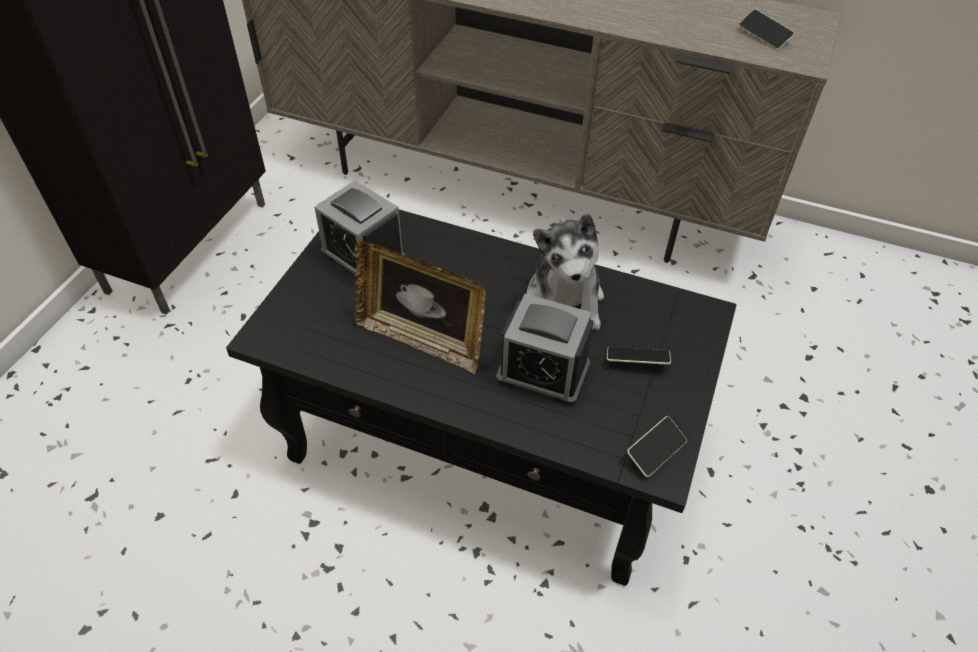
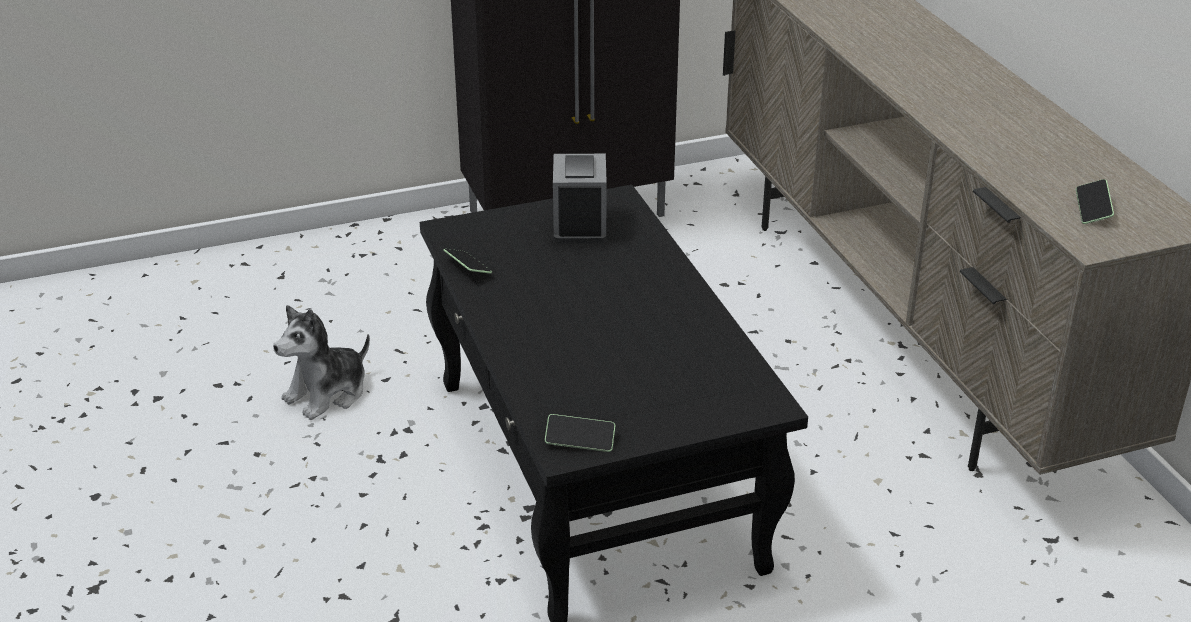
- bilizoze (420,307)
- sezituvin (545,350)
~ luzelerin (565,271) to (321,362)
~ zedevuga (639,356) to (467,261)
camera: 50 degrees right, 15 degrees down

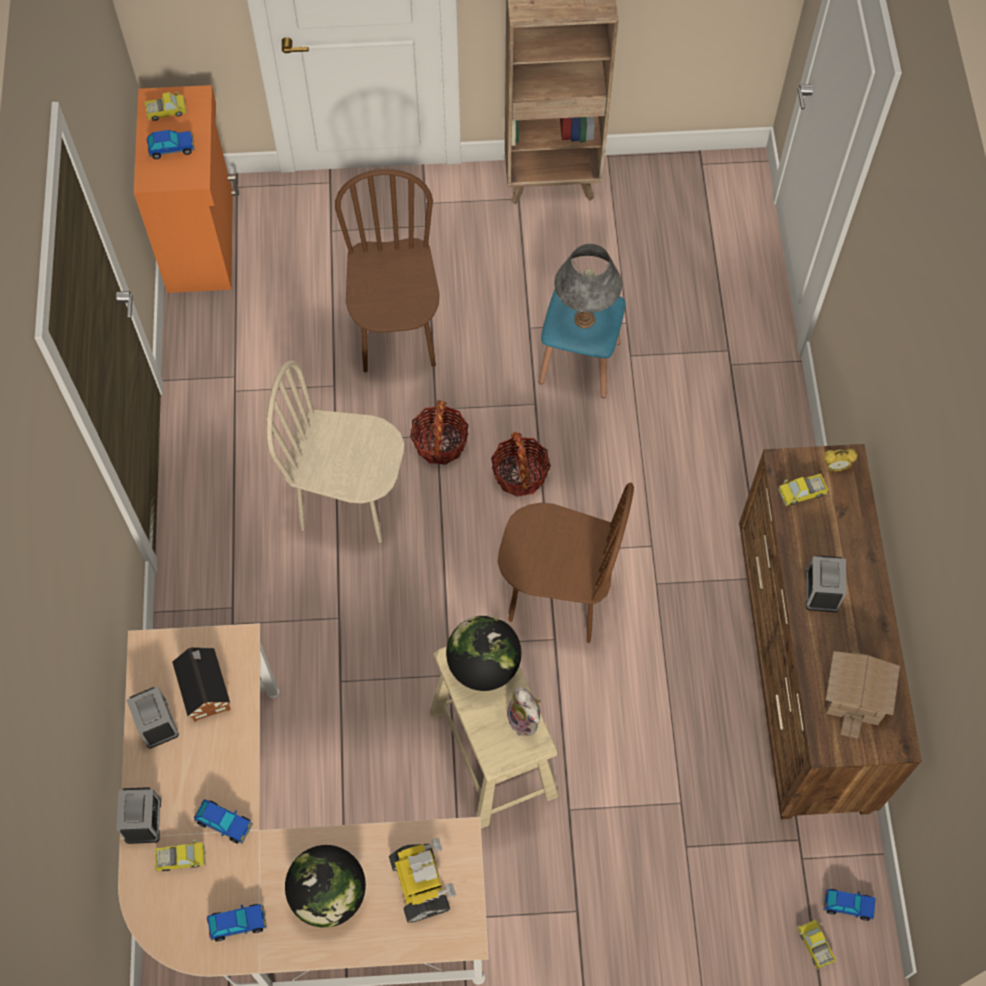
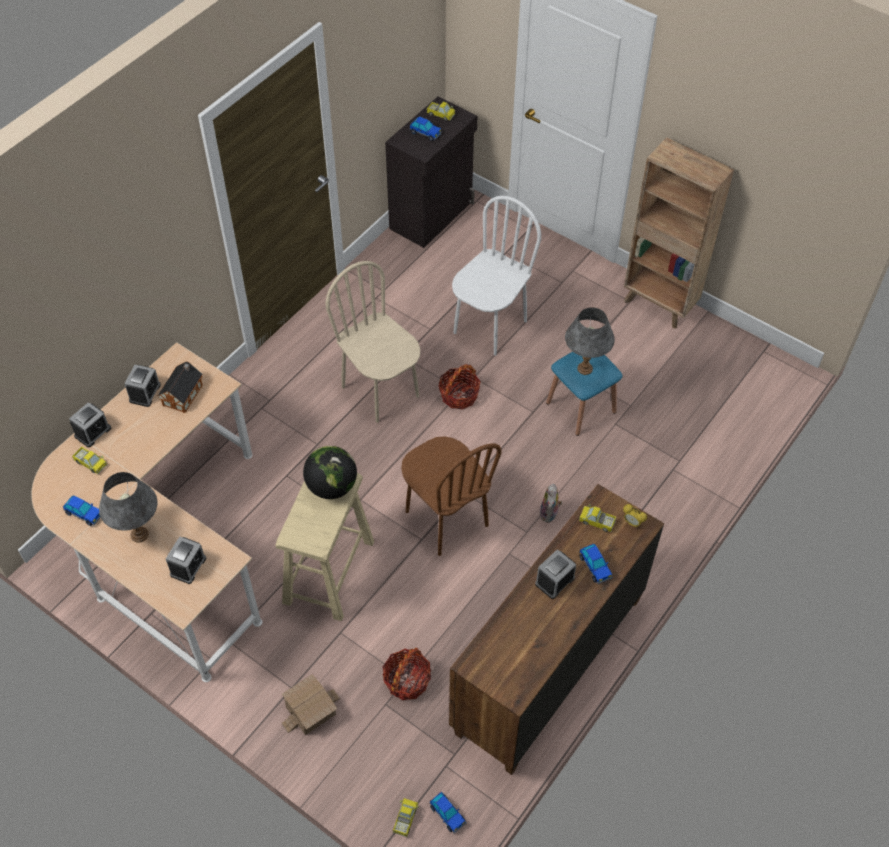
~ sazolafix (223,821) to (596,564)
~ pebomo (521,464) to (407,674)
~ luzelerin (522,711) to (551,503)
~ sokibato (863,695) to (311,704)
~ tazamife (325,886) to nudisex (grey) (128,507)
~ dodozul (422,880) to sezituvin (186,560)
~ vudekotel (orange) (186,189) to vudekotel (black) (431,172)
~ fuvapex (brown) (387,271) to fuvapex (white) (496,276)
camera: 40 degrees right, 10 degrees down

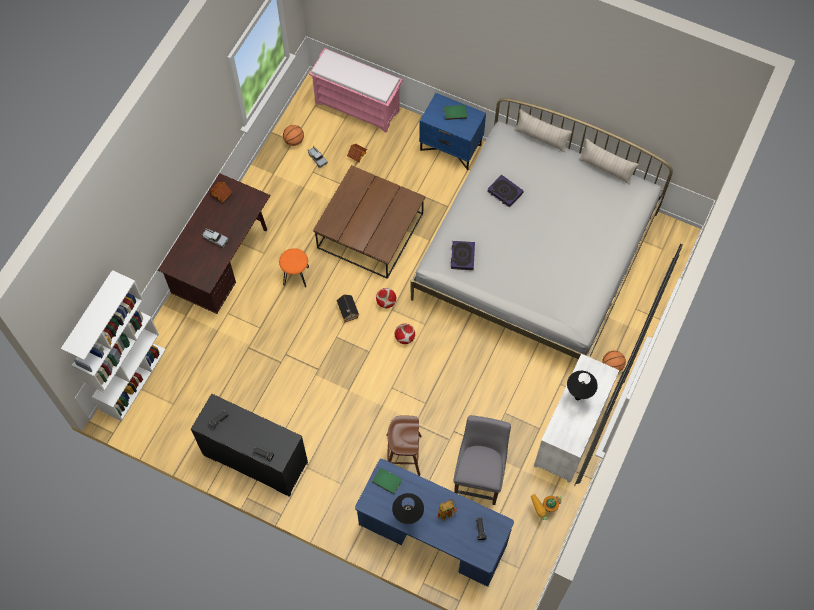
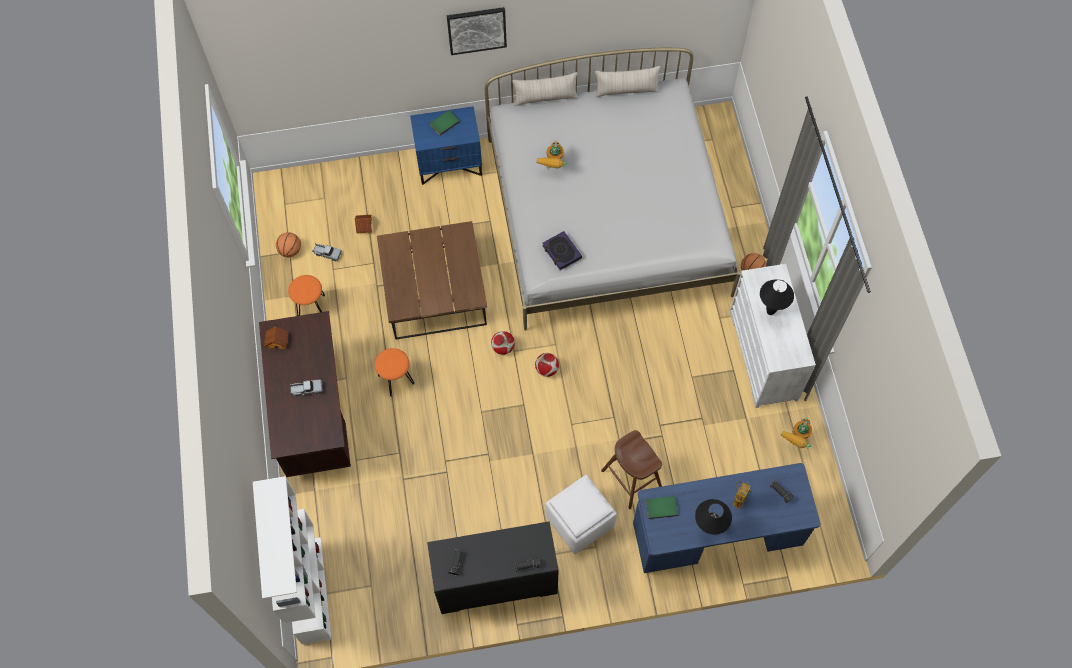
- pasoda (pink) (356,90)
- sokibato (347,308)
- fuvapex (grey) (482,460)
+ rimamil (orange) (306,295)
+ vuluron (477,31)
+ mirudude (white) (581,514)
~ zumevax (506,191) to dodozul (552,155)
camera: 35 degrees left, 0 degrees up

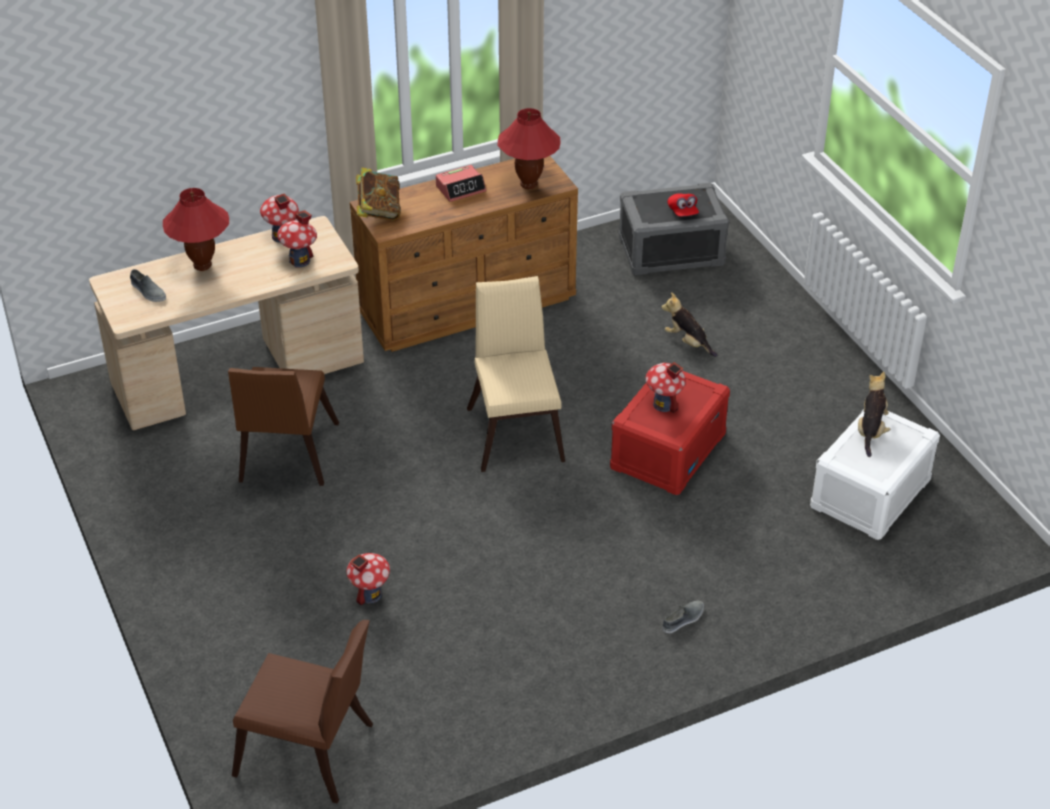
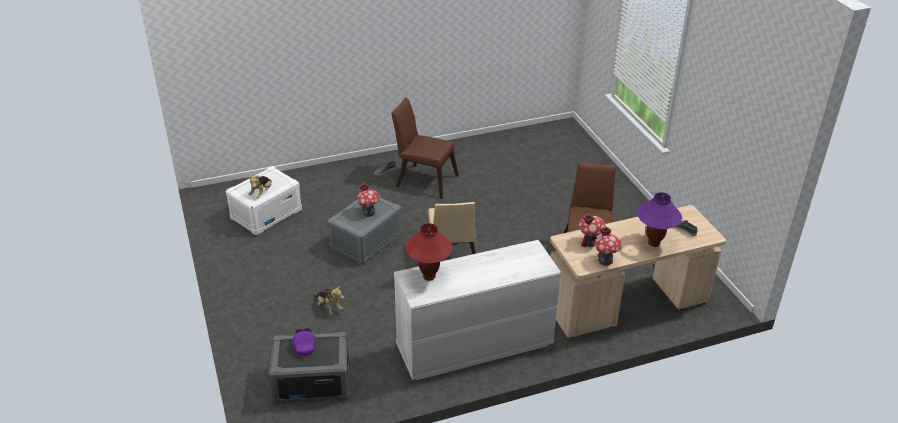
- sokibato (368,579)
- zumevax (378,194)
- sezituvin (461,183)
~ fuvapex (brown) (302,711) to (425,148)
~ nudisex (red) (196,229) to nudisex (purple) (660,219)
~ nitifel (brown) (464,254) to nitifel (white) (477,310)
~ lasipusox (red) (670,428) to lasipusox (grey) (365,231)
~ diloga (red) (683,205) to diloga (purple) (304,341)
camera: 175 degrees left, 5 degrees down

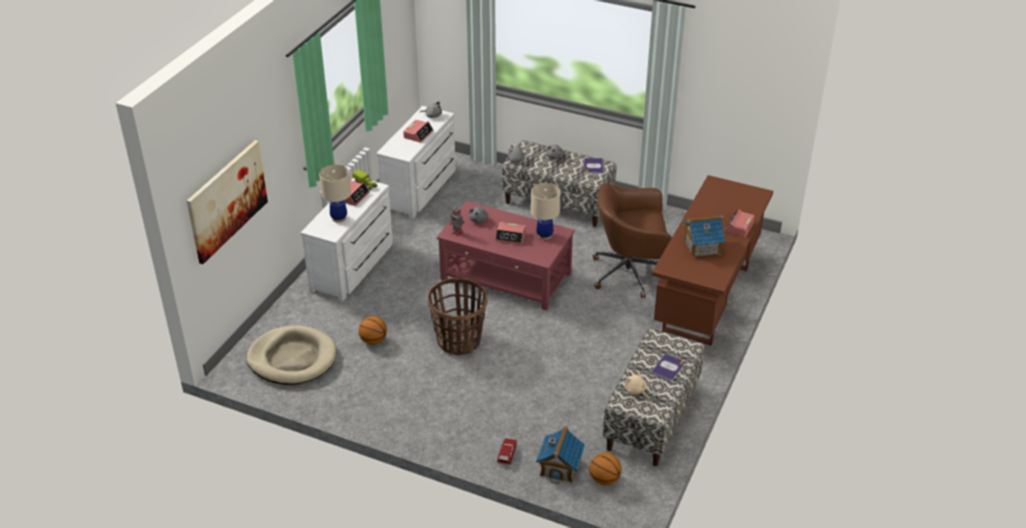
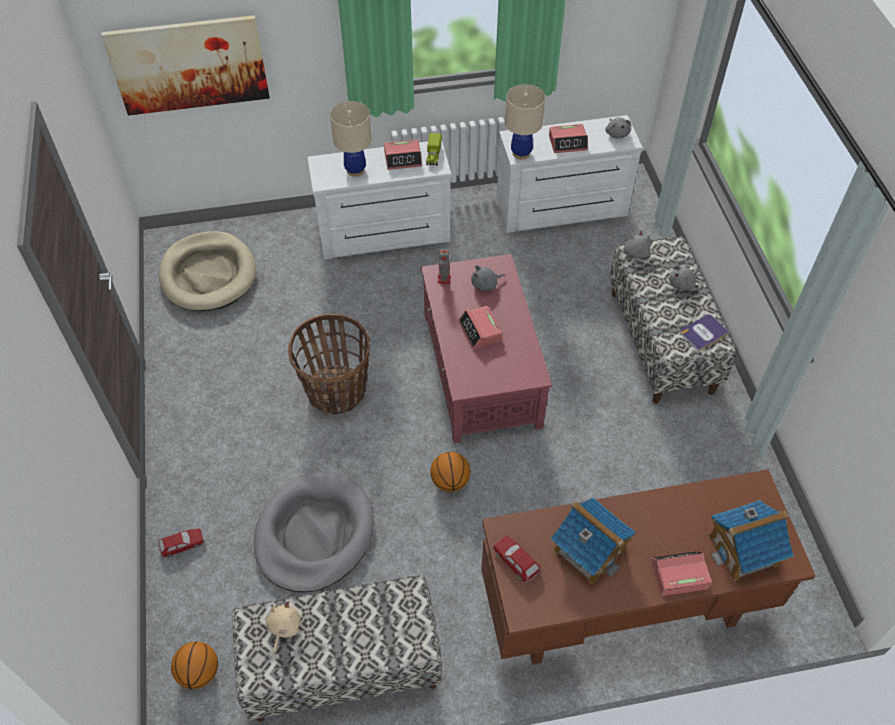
- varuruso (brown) (632,240)
- zumevax (668,367)
+ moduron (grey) (314,532)
+ sazolafix (517,559)
~ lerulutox (372,330) to (450,472)
~ nudisex (beige) (545,211) to (525,121)
~ sokibato (560,455) to (751,540)
camera: 55 degrees right, 15 degrees up

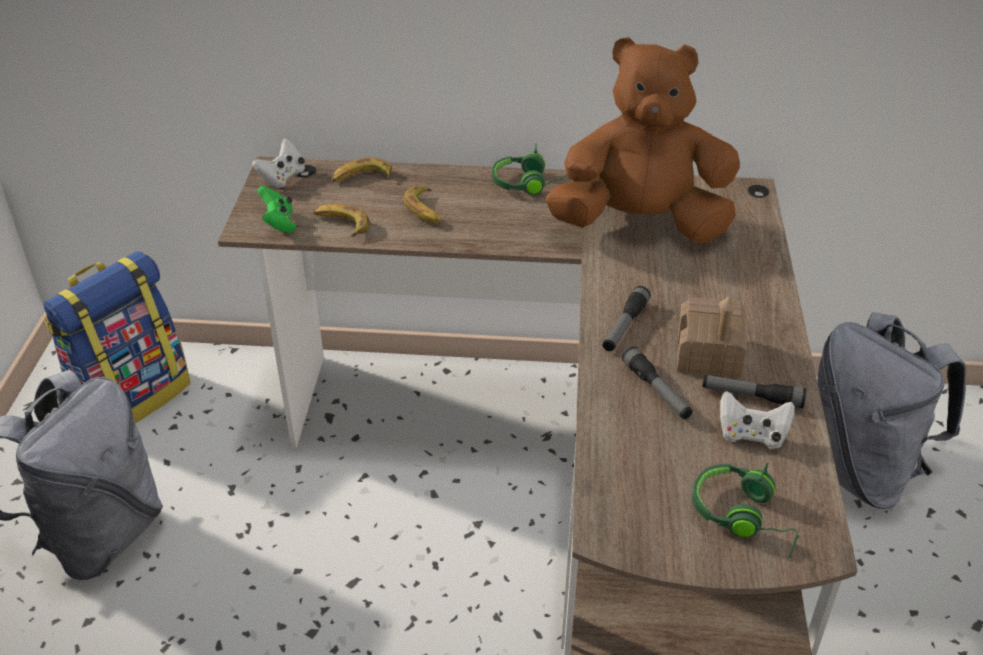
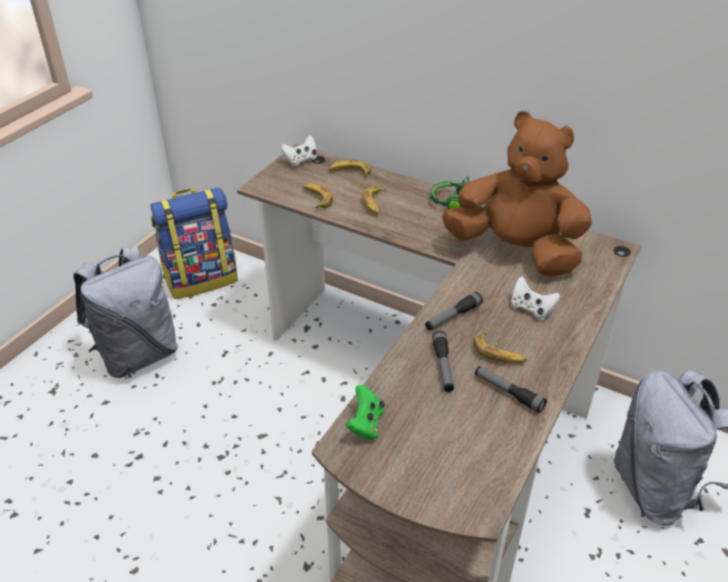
- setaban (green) (746,510)
~ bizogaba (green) (276,209) to (365,412)
~ bizogaba (white) (757,420) to (536,298)
~ sokibato (712,337) to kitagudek (500,348)
camera: 25 degrees right, 0 degrees up

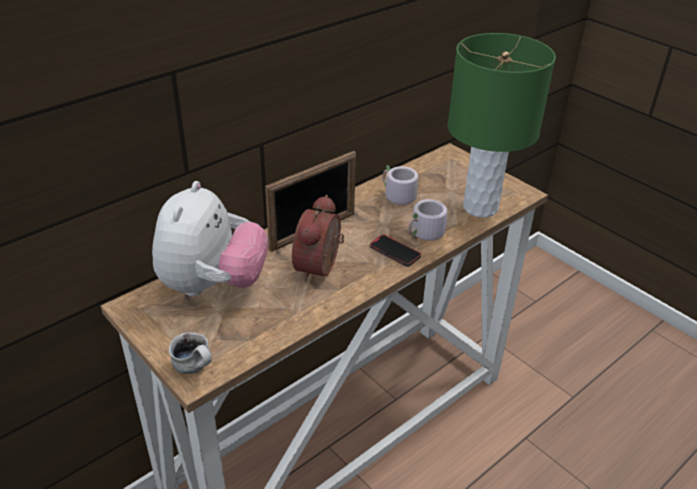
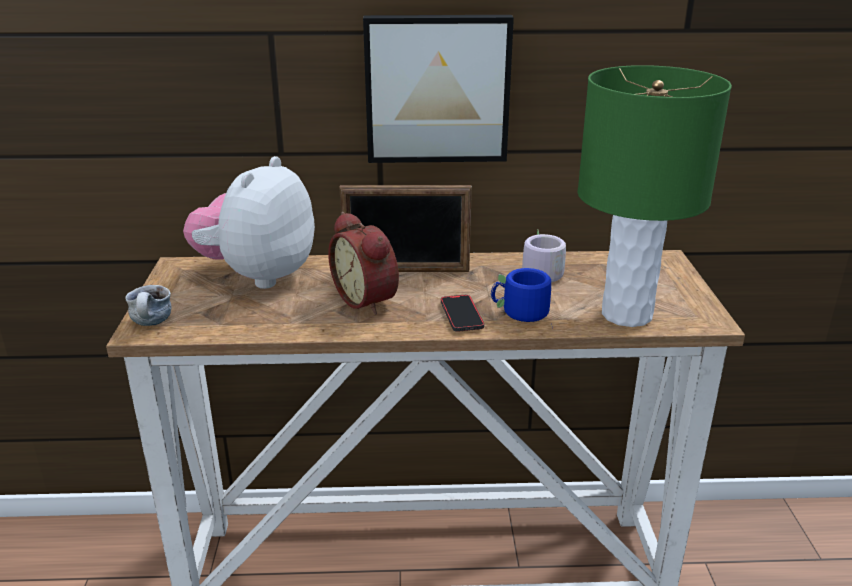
+ vuluron (438,89)
~ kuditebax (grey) (431,220) to kuditebax (blue) (521,295)
~ luzelerin (210,238) = (249,222) 150 degrees clockwise
~ sezituvin (318,238) = (363,263) 90 degrees counterclockwise
camera: 40 degrees right, 10 degrees down

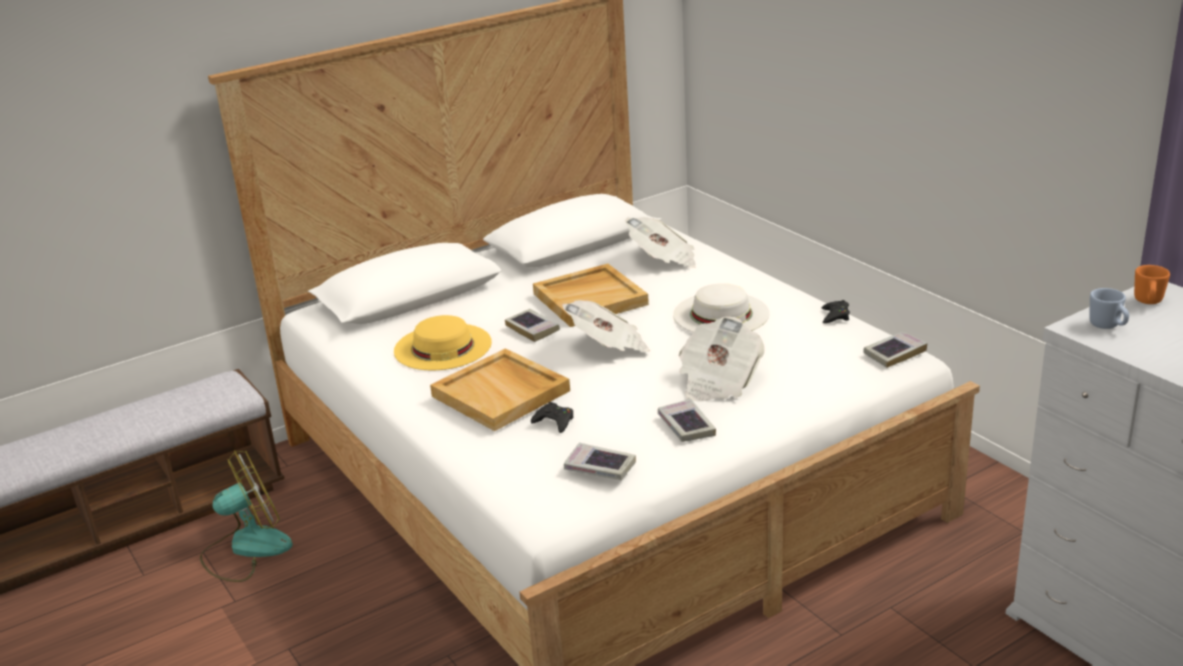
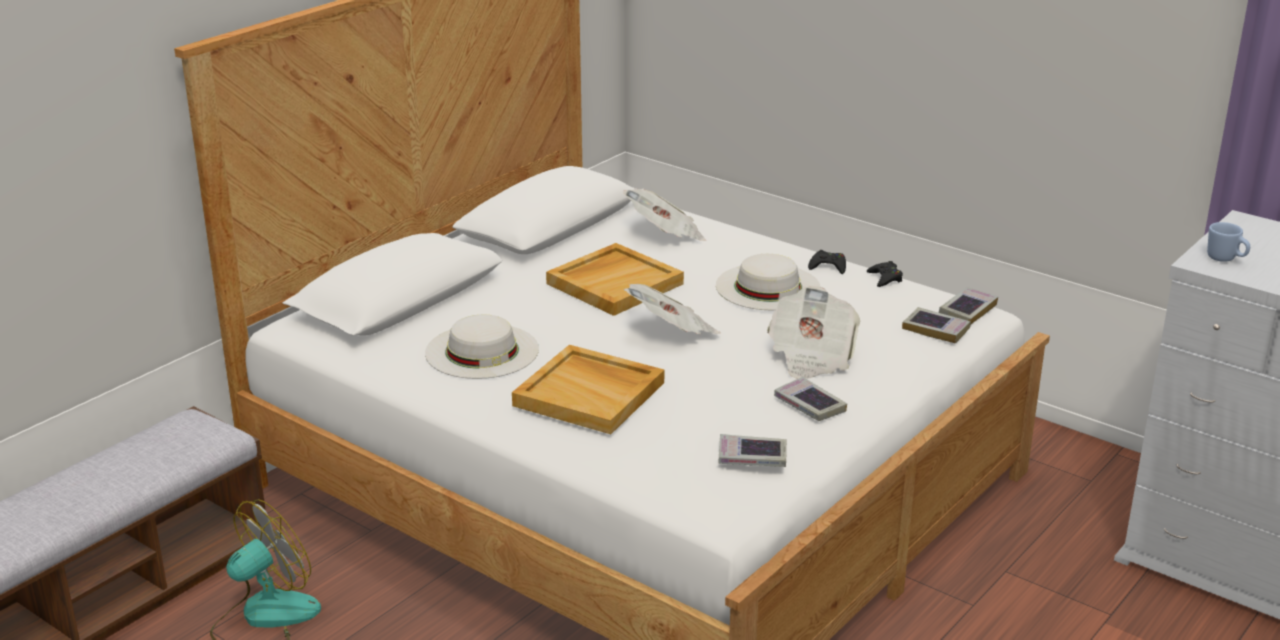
- kuditebax (orange) (1152,284)
~ zumevax (532,325) to (936,325)
~ bizogaba (black) (552,417) to (827,262)
~ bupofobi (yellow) (443,342) to bupofobi (white) (482,347)
camera: 20 degrees left, 0 degrees up

